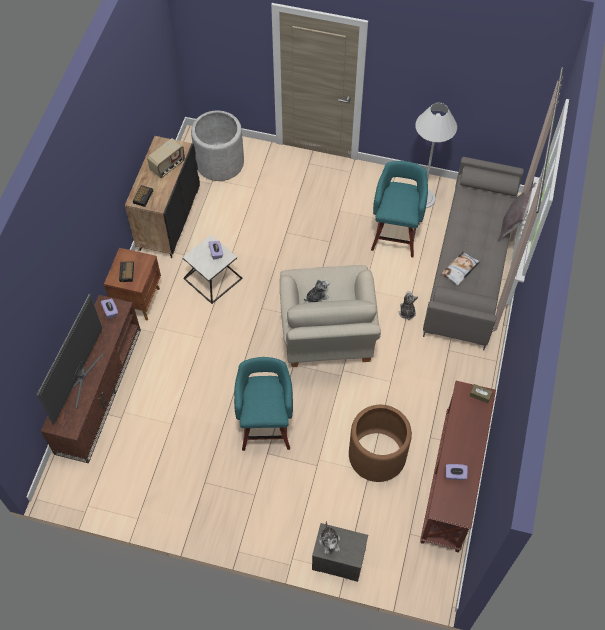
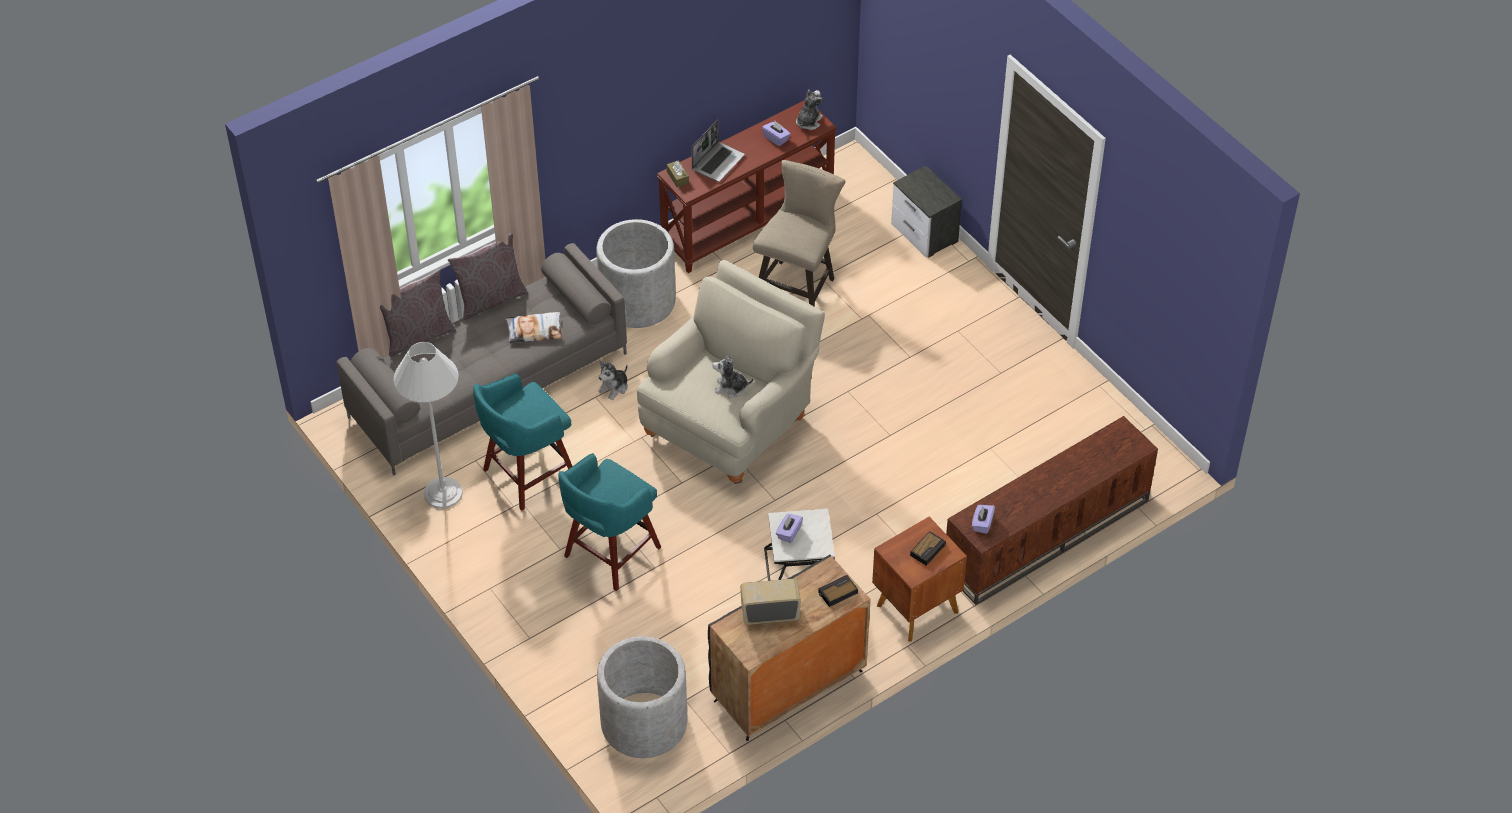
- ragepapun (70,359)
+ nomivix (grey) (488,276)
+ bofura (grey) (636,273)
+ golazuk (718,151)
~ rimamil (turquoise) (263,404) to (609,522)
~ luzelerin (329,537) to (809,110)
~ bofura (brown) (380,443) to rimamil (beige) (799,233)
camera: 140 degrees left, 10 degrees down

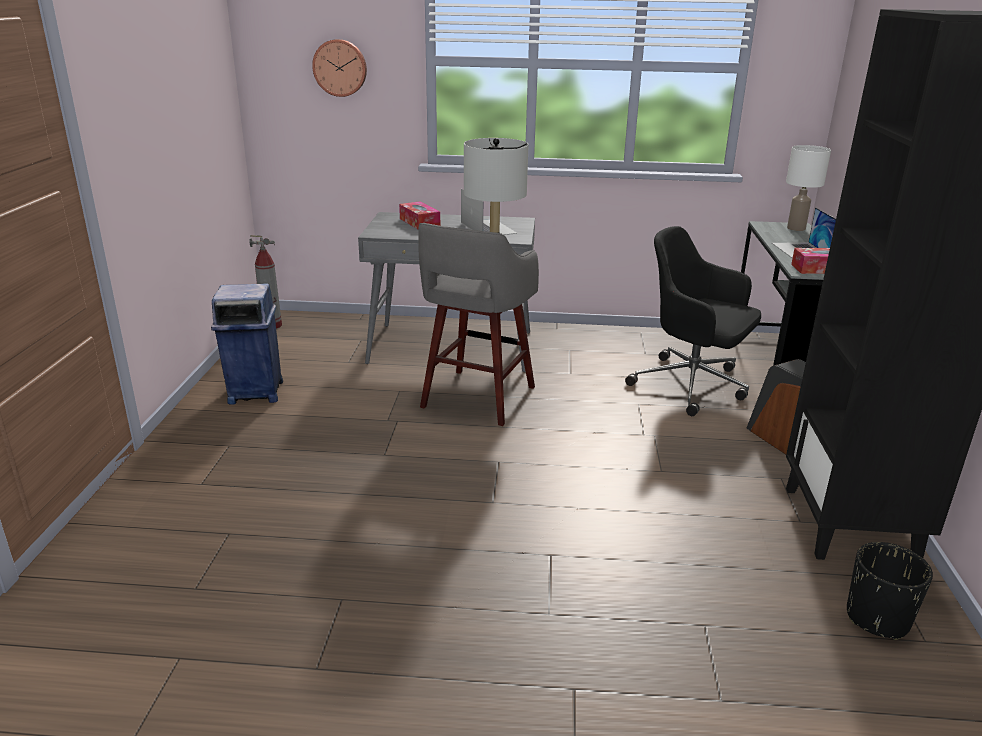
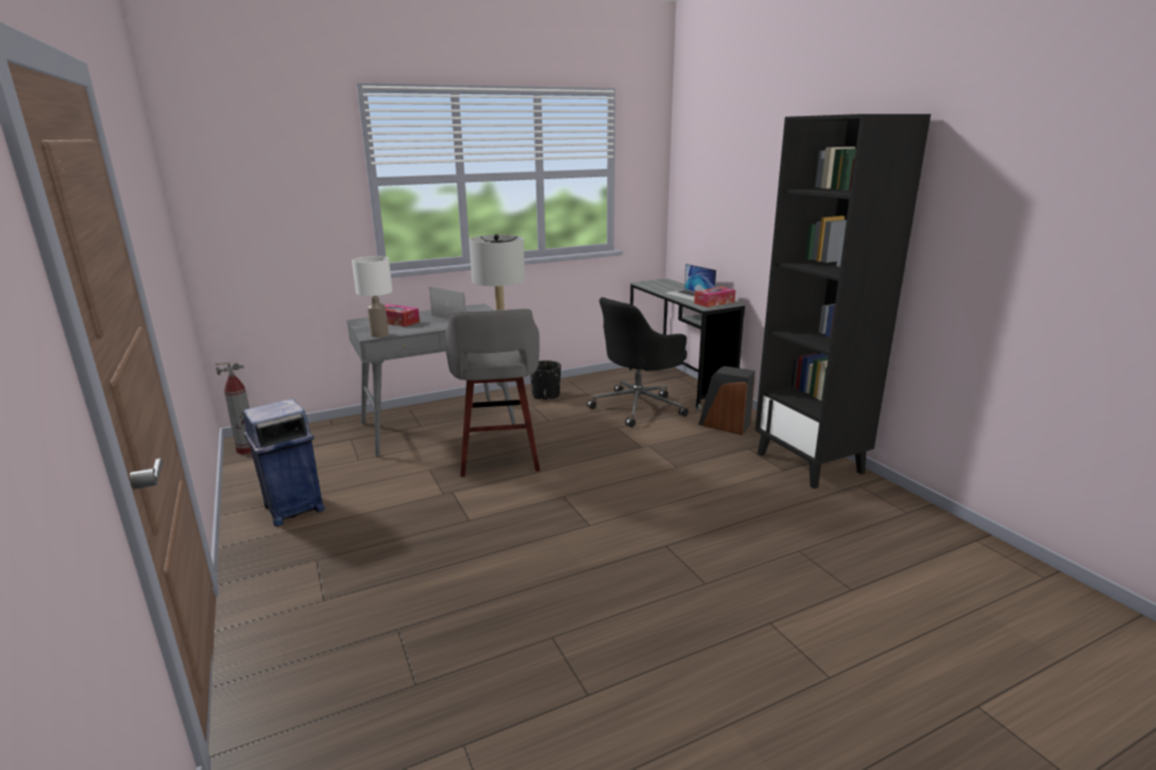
- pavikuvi (339,68)
~ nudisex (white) (808,188) to (372,297)
~ bofura (black) (890,591) to (545,380)
~ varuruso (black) (693,321) = (638,362) 45 degrees counterclockwise
camera: 30 degrees left, 5 degrees down

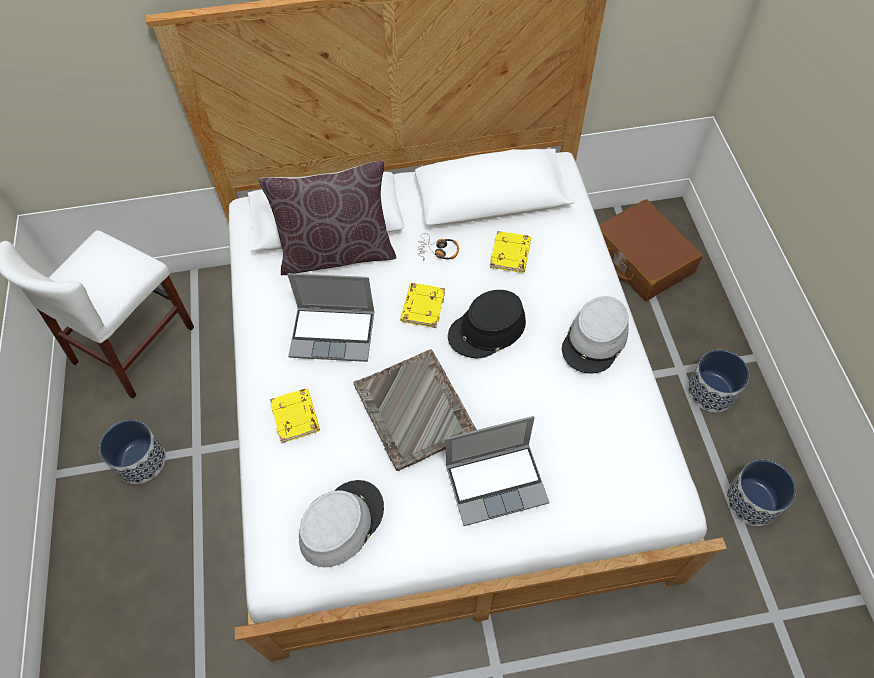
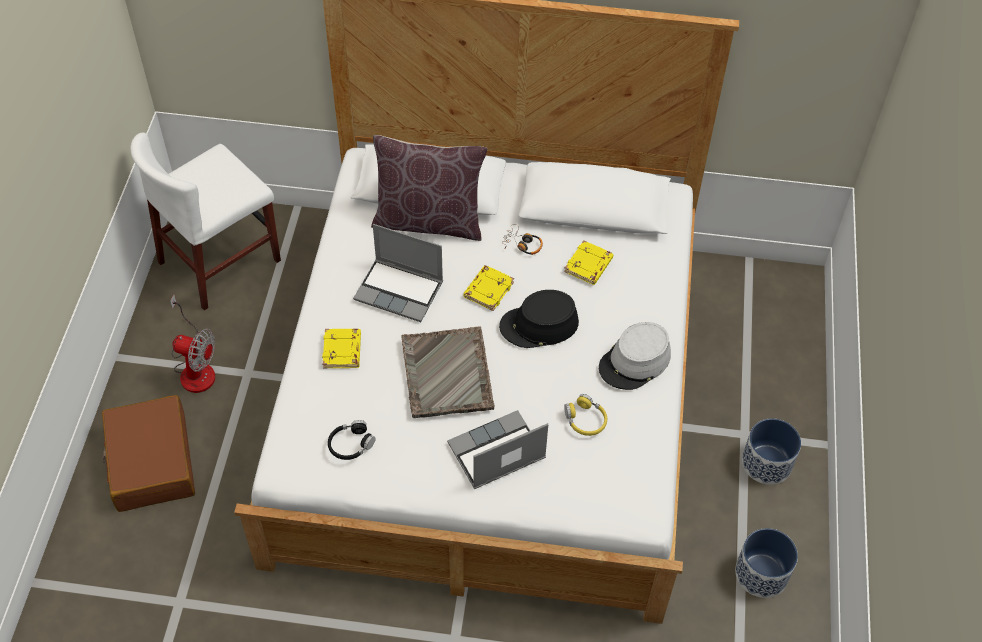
+ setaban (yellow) (585,415)
~ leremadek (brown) (651,250) to (148,453)
~ bofura (132,452) to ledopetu (192,344)
~ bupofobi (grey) (341,523) to setaban (black) (352,440)
~ golazuk (497,471) = (497,449) 150 degrees clockwise
camera: 15 degrees right, 5 degrees down

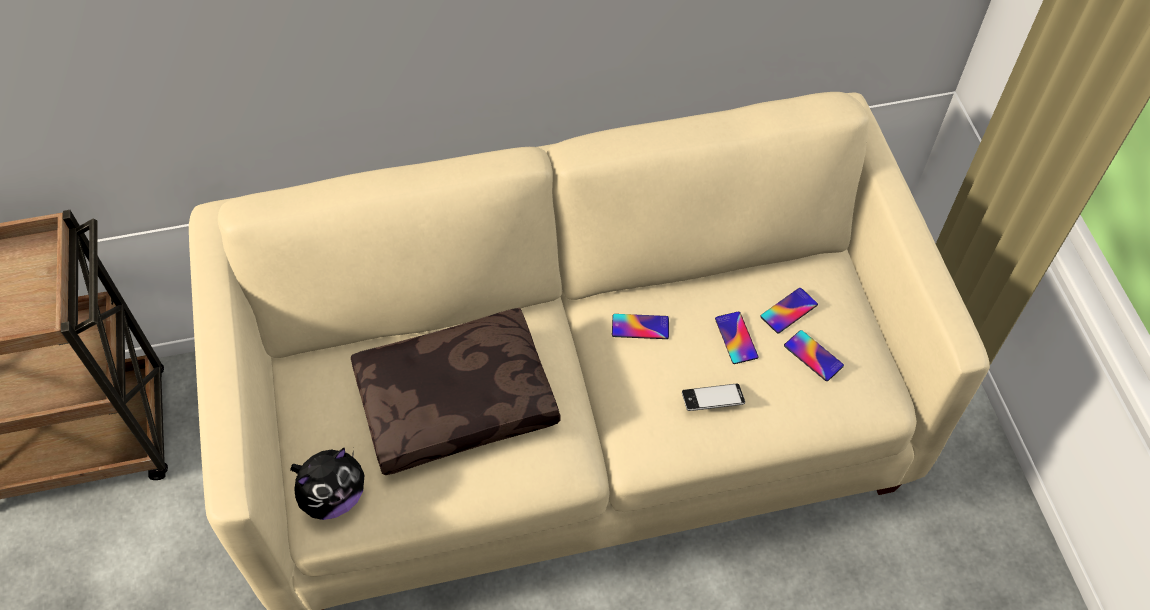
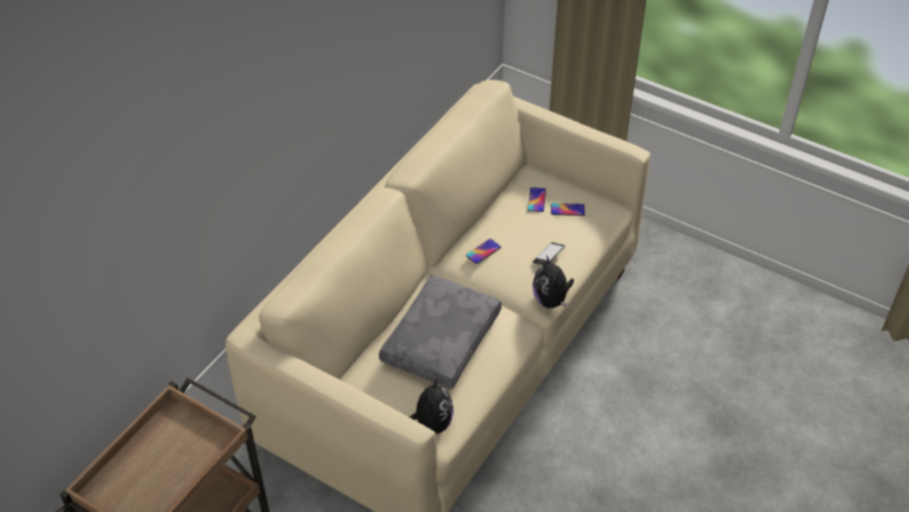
- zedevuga (737,338)
+ luzelerin (553,281)
~ nomivix (brown) (456,391) to nomivix (grey) (440,332)
camera: 45 degrees left, 10 degrees down

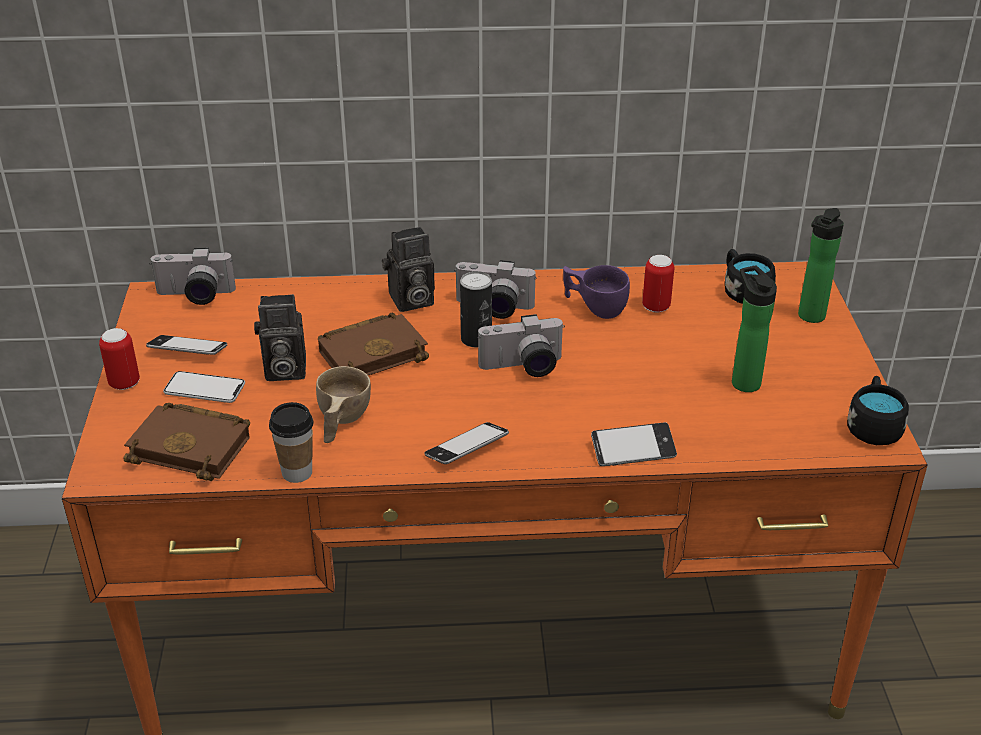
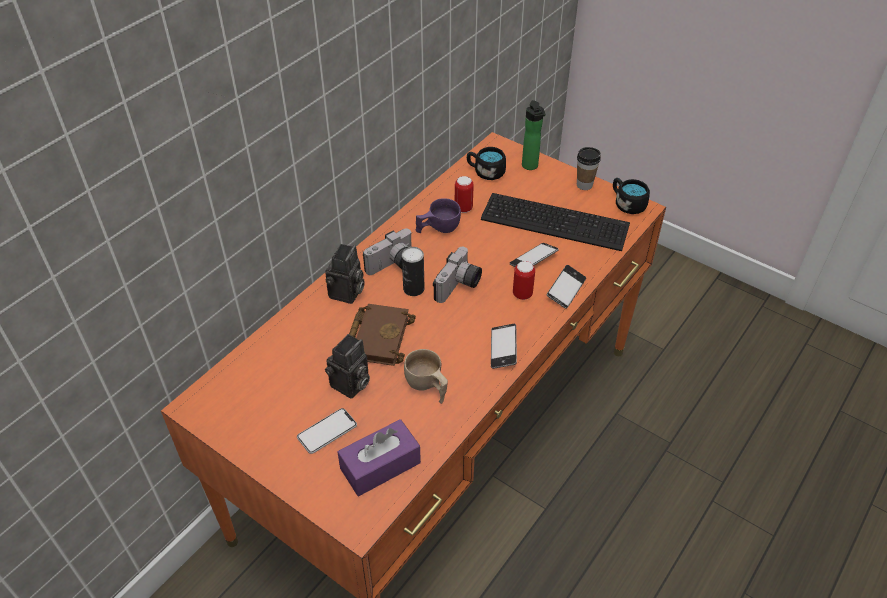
- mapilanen (192,276)
~ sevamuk (119,359) to (524,280)
~ zedevuga (186,345) to (534,255)
~ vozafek (291,442) to (589,168)
~ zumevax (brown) (186,442) to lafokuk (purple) (379,457)
~ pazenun (754,329) to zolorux (555,222)
camera: 50 degrees left, 10 degrees up

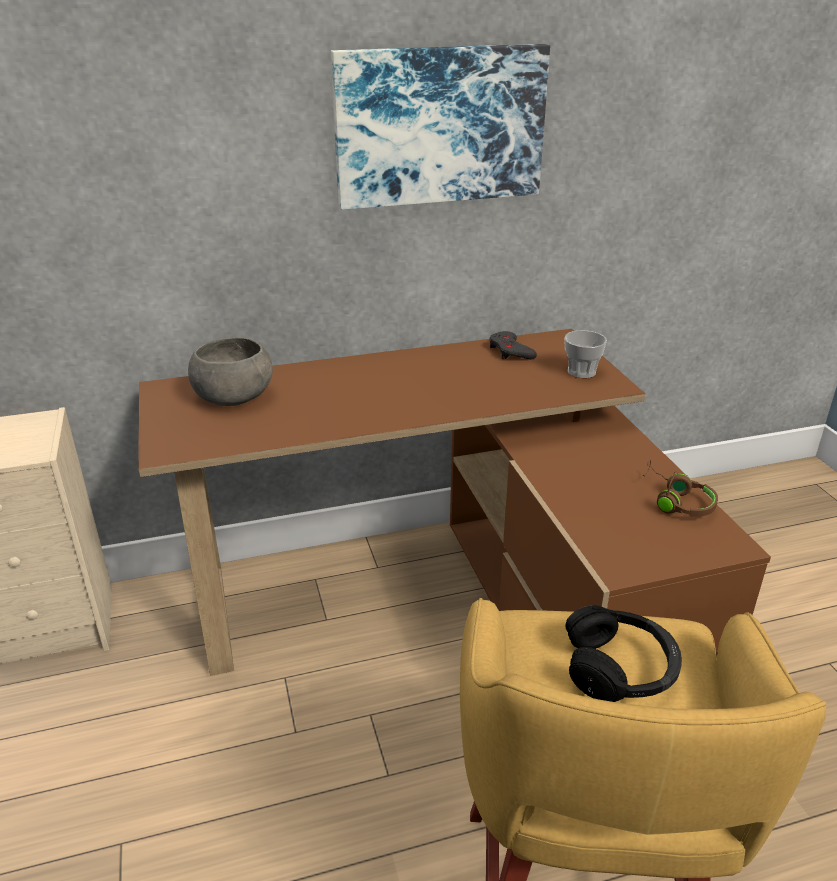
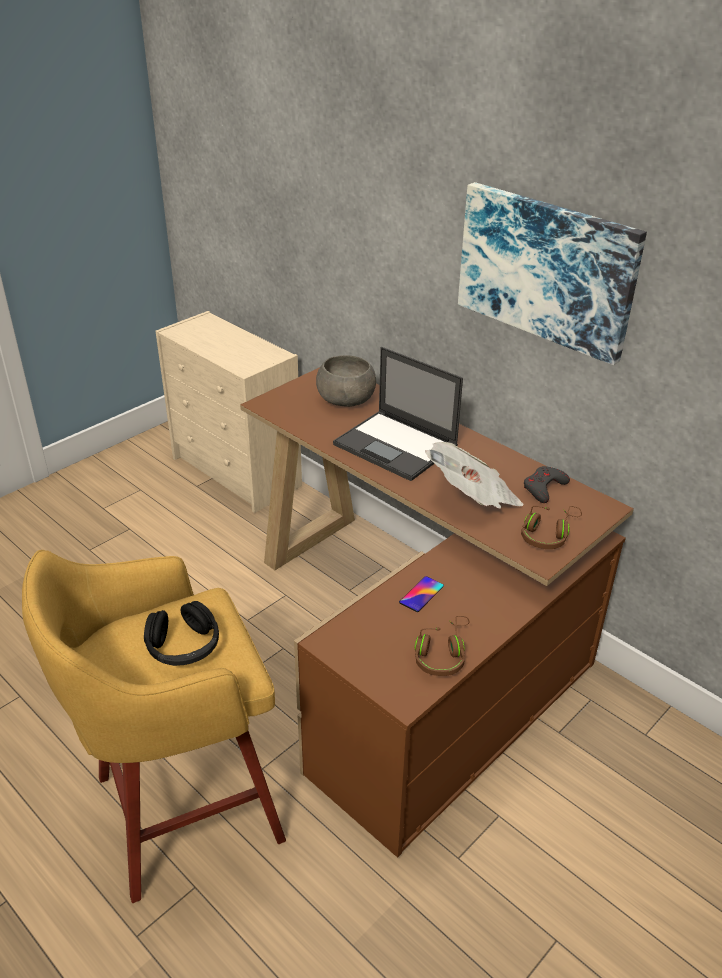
+ golazuk (398,414)
+ zedevuga (421,594)
+ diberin (474,475)
~ vozafek (585,354) to setaban (brown) (551,527)
camera: 60 degrees right, 5 degrees up

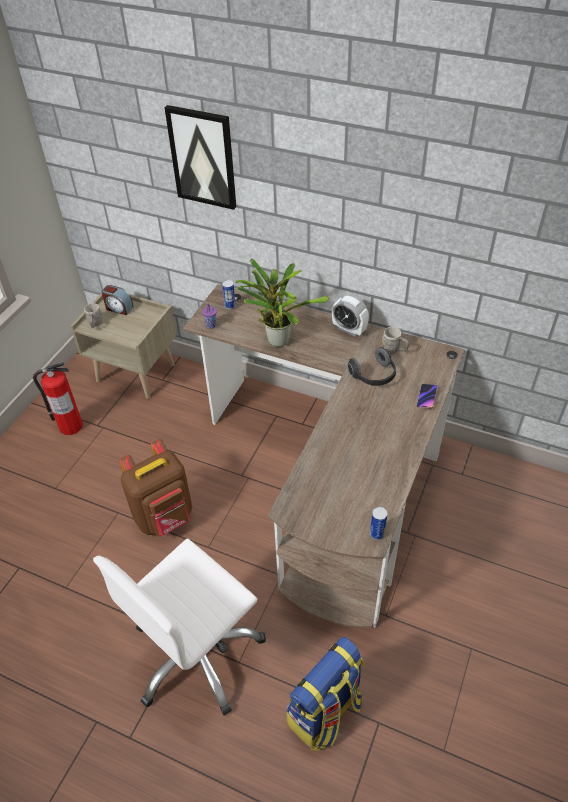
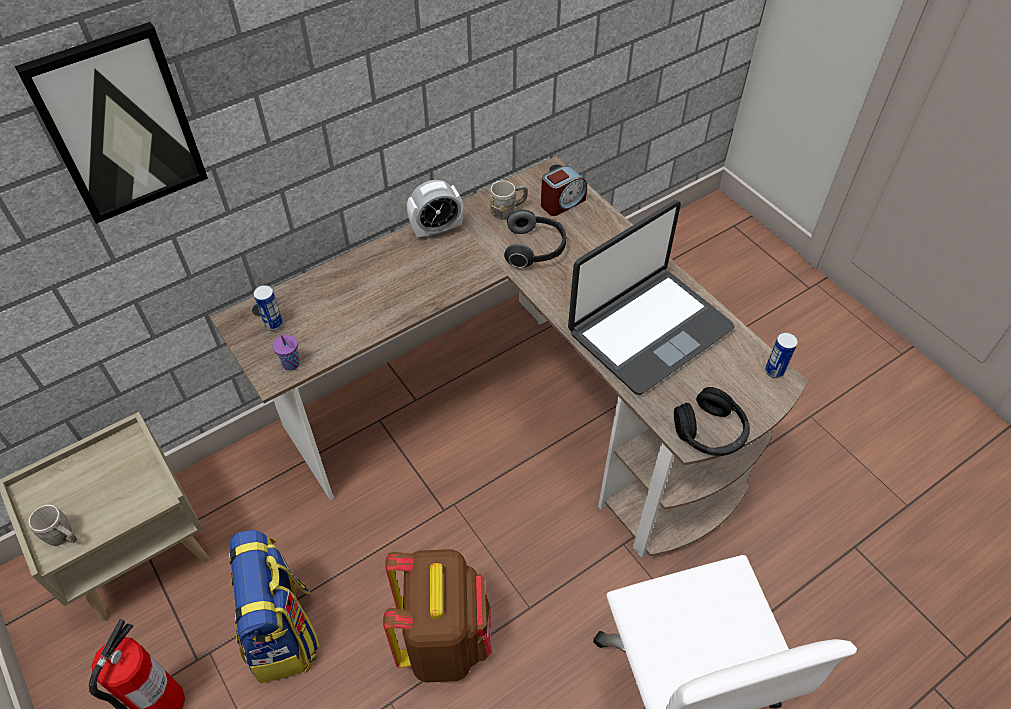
- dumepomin (282,303)
- zedevuga (427,396)
+ golazuk (651,297)
+ setaban (black) (712,421)
~ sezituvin (117,300) to (564,191)
~ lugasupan (325,694) to (274,606)
camera: 60 degrees left, 5 degrees up

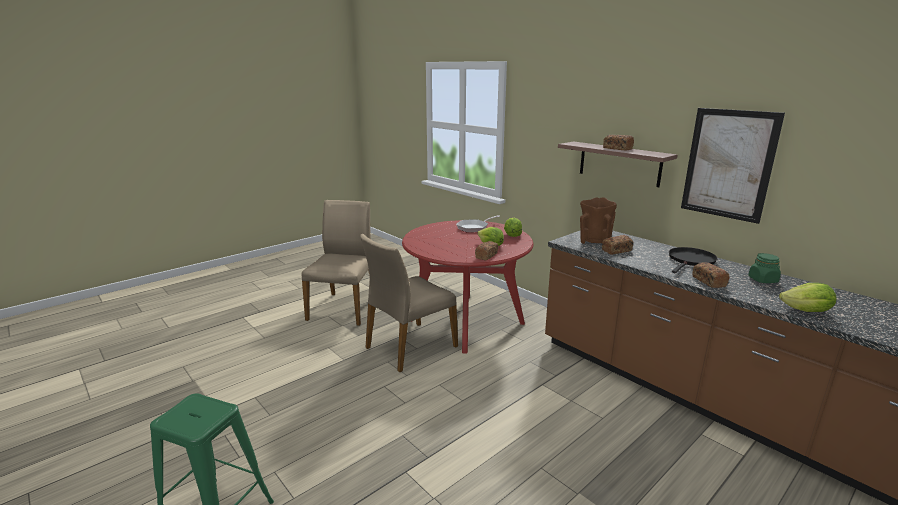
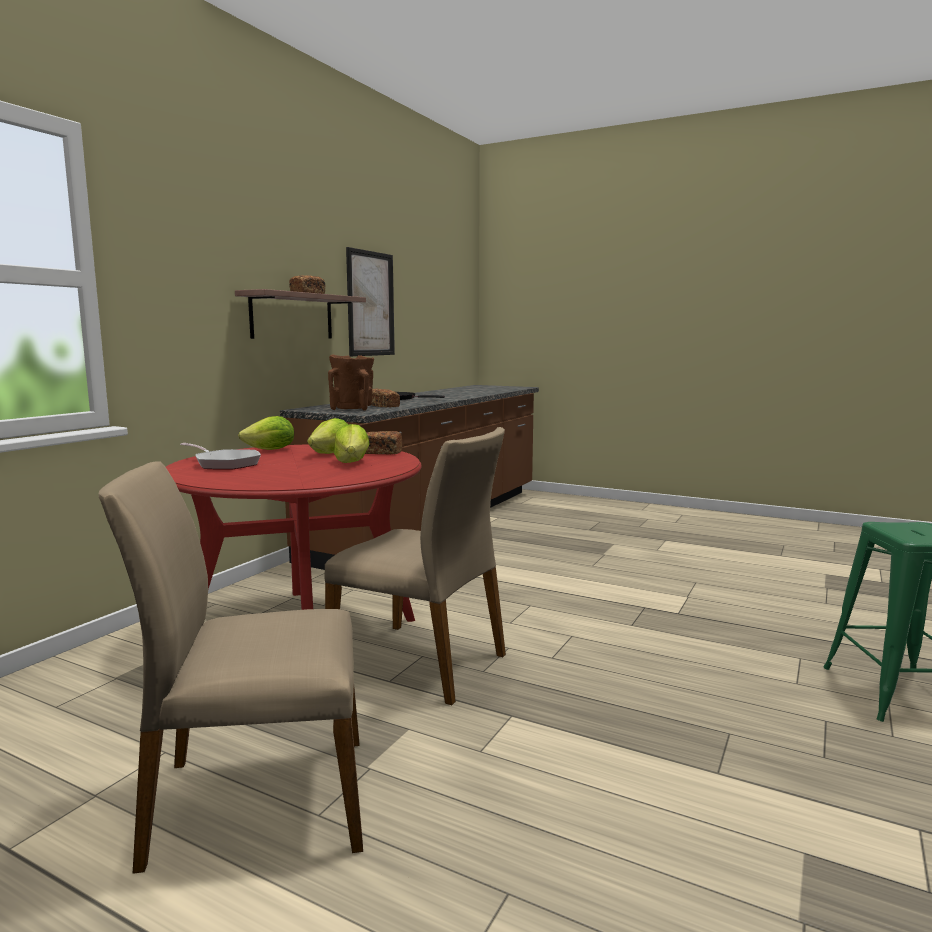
- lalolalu (711,275)
- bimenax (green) (764,268)
~ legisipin (807,297) to (352,443)
camera: 110 degrees left, 10 degrees down

